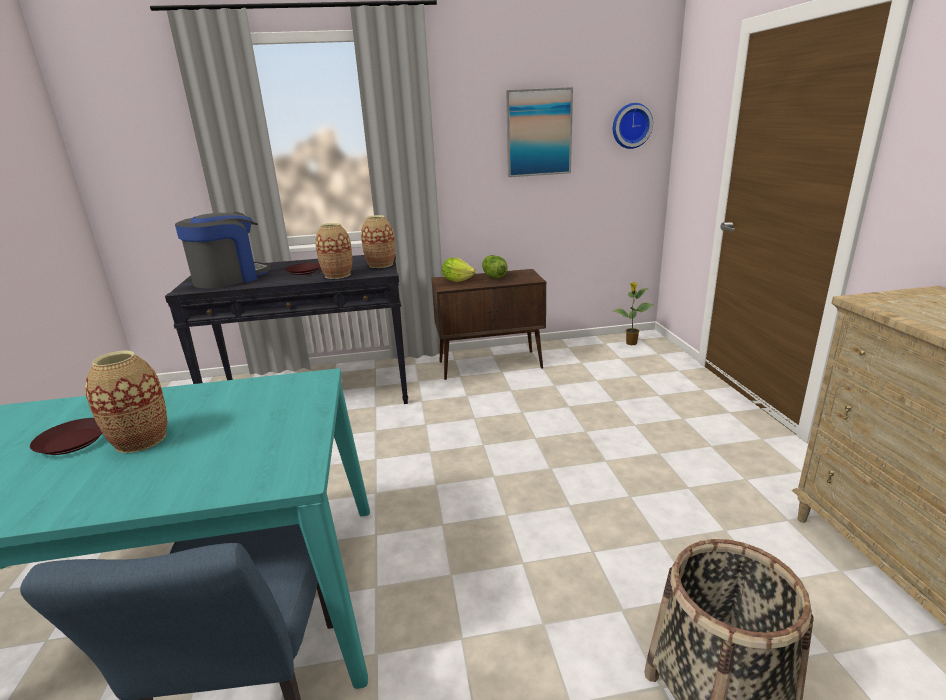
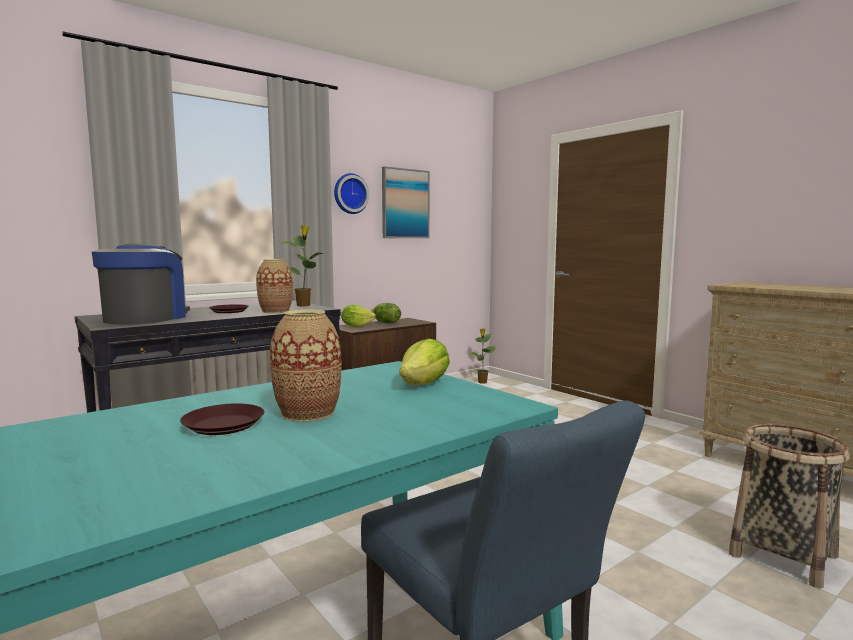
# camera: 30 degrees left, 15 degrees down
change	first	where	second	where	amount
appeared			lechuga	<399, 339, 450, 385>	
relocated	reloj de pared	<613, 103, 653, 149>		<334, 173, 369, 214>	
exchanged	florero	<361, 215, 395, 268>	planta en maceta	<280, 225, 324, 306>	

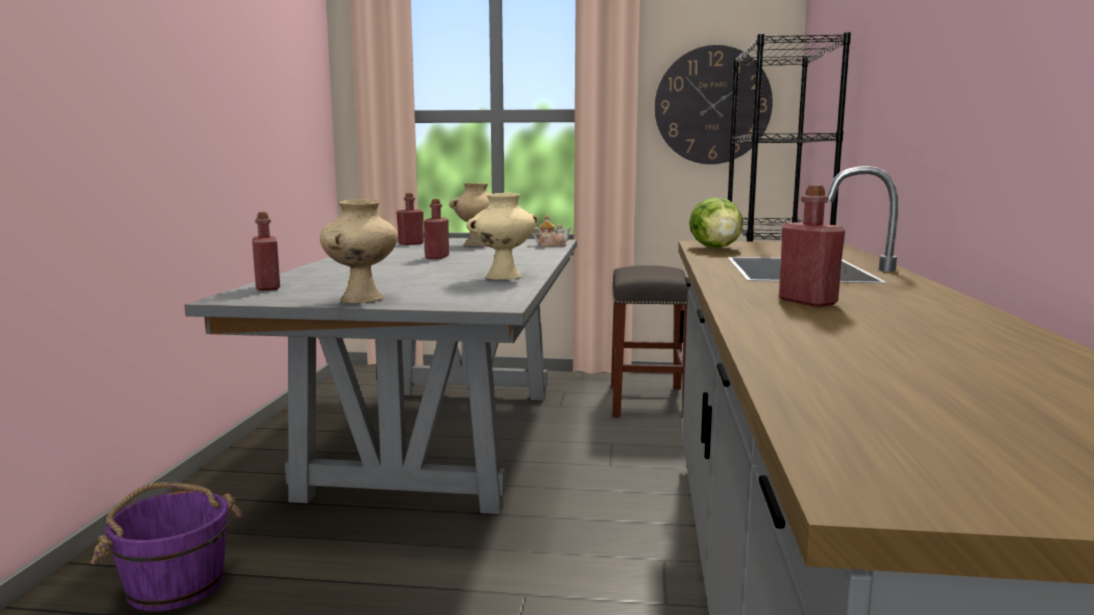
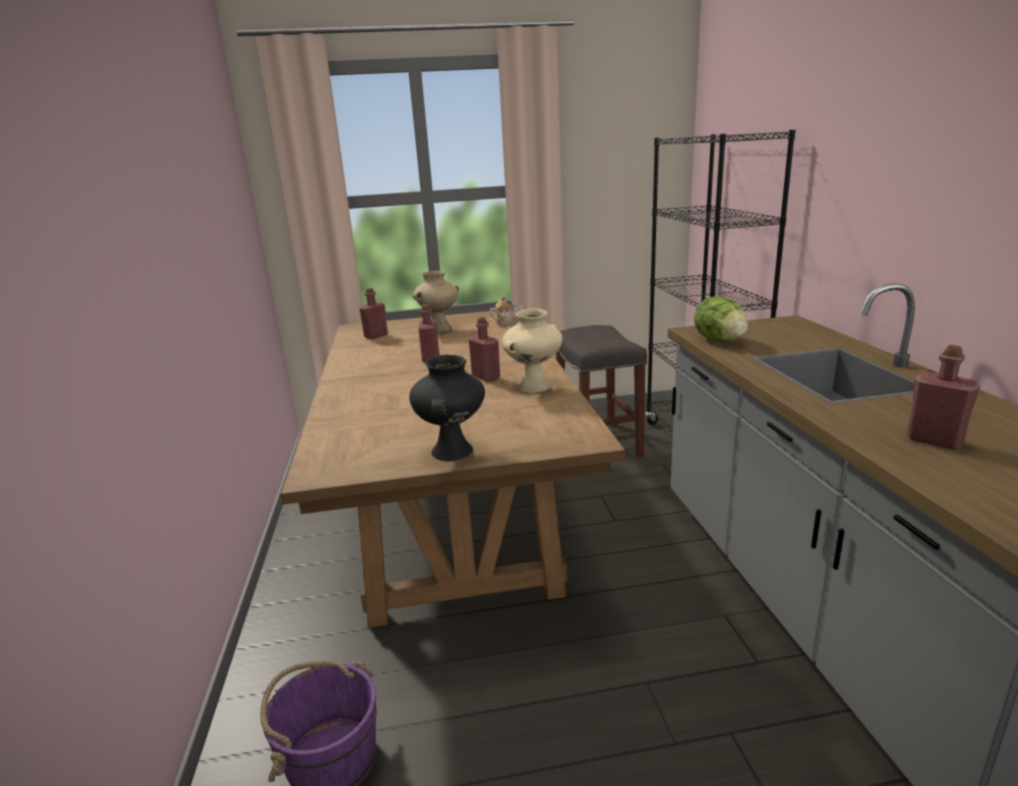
# camera: 15 degrees left, 10 degrees up
change	first	where	second	where	amount
missing	reloj de pared	<655, 45, 773, 164>			
relocated	botella [rojo]	<252, 212, 280, 291>		<469, 317, 500, 382>	
colour	mesa de comedor [gris]	<184, 238, 577, 514>	mesa de comedor [marrón]	<281, 311, 625, 628>	
colour	florero [beis]	<320, 200, 398, 303>	florero [negro]	<409, 355, 485, 461>	

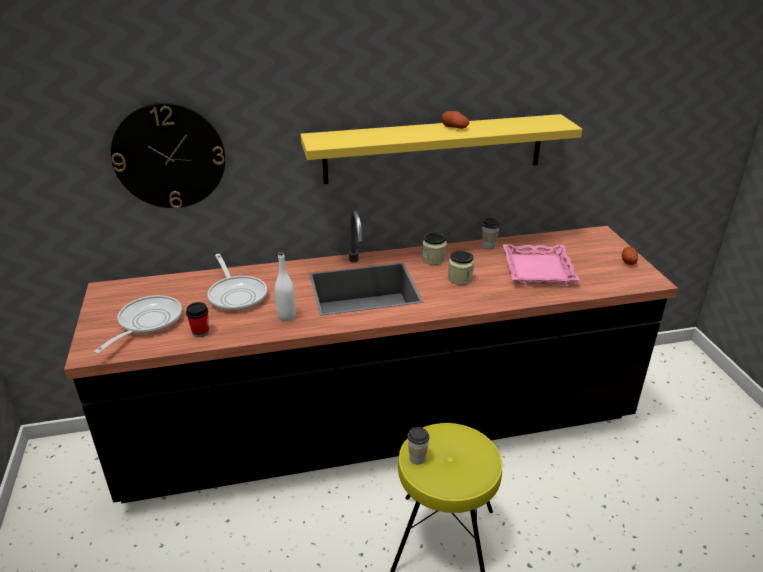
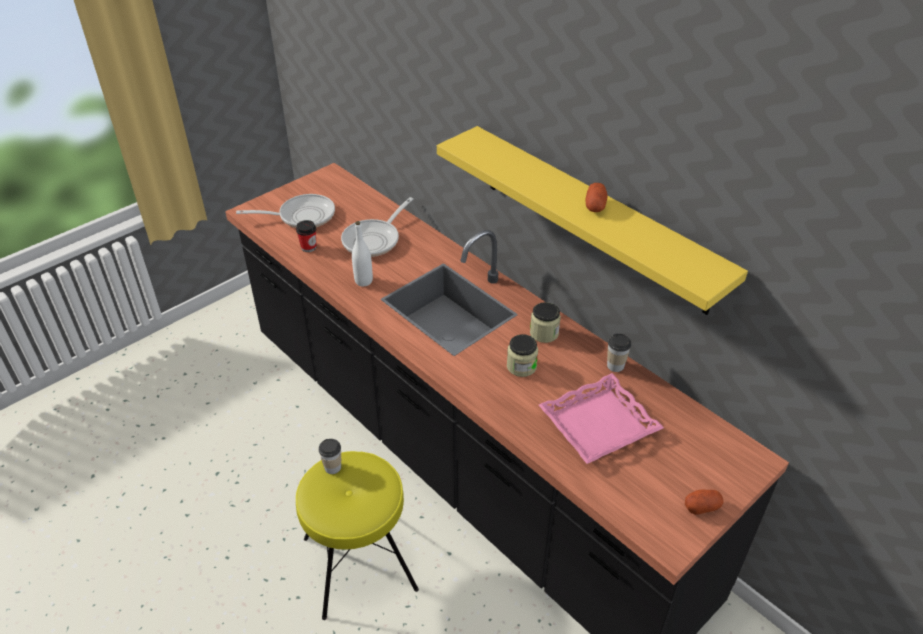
# camera: 60 degrees right, 10 degrees up
change	first	where	second	where	amount
missing	reloj de pared	<111, 103, 225, 209>			

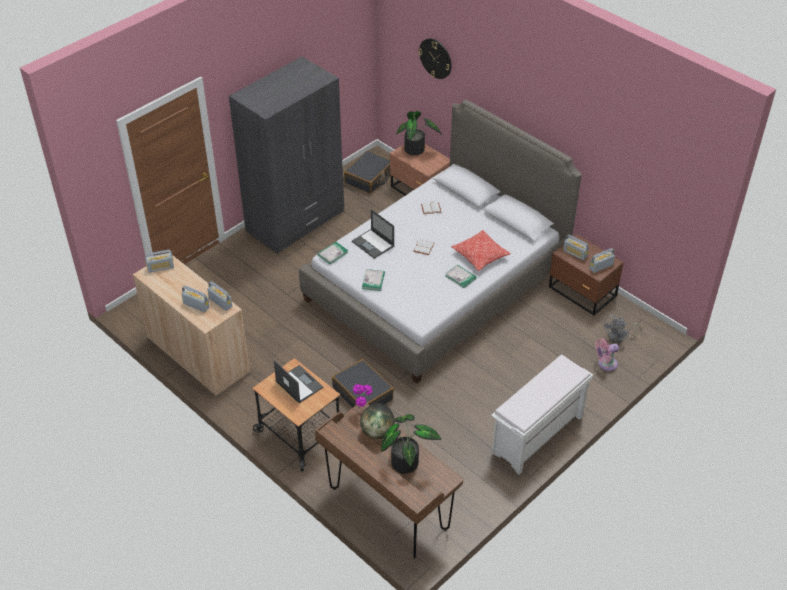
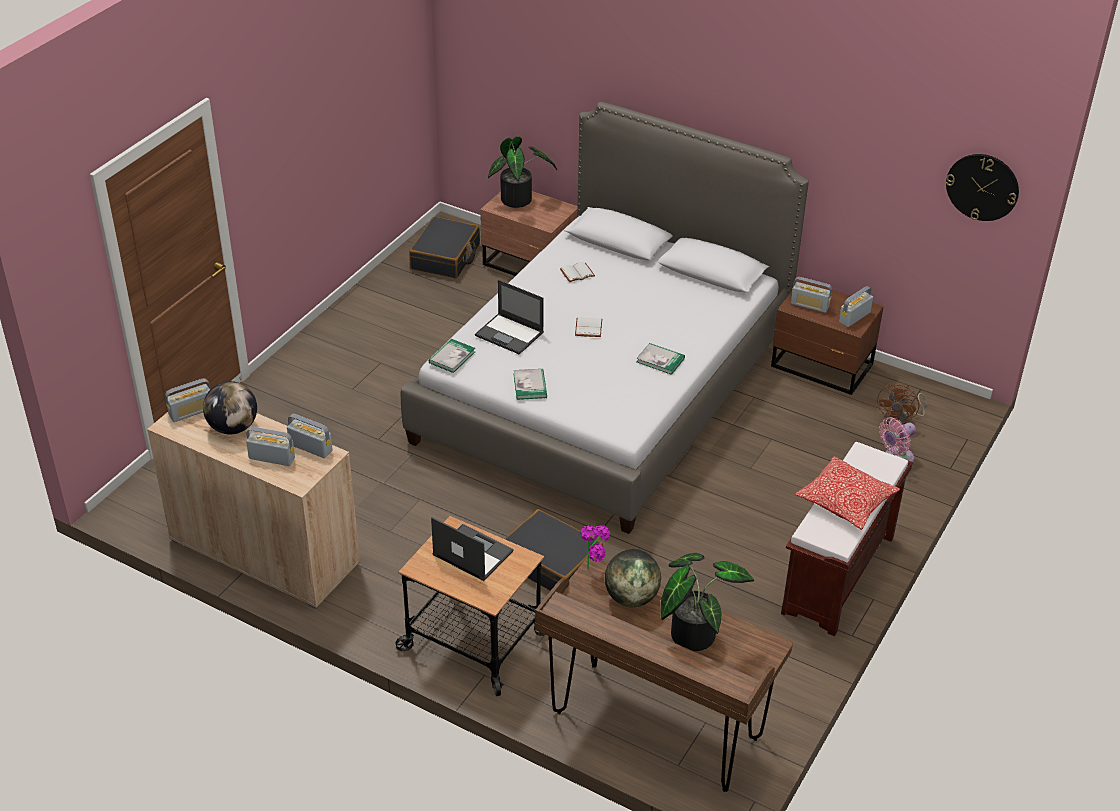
# camera: 15 degrees left, 5 degrees down
change	first	where	second	where	amount
missing	armario ropero [gris]	<229, 57, 344, 254>			
appeared			globo terráqueo	<203, 381, 257, 434>	
relocated	reloj de pared	<418, 38, 452, 79>		<946, 154, 1019, 221>	
relocated	cojín	<451, 230, 511, 271>		<795, 456, 900, 530>	
colour	banco [blanco]	<491, 355, 593, 475>	banco [marrón]	<781, 442, 913, 636>	
colour	ventilador [gris]	<603, 314, 641, 343>	ventilador [marrón]	<876, 383, 927, 425>	

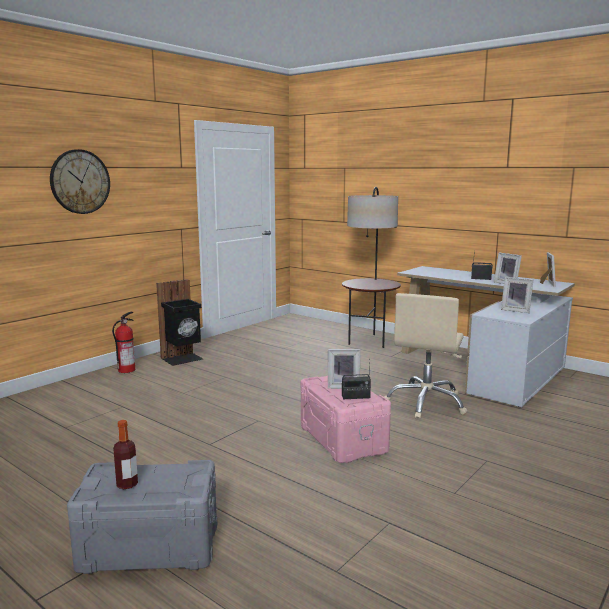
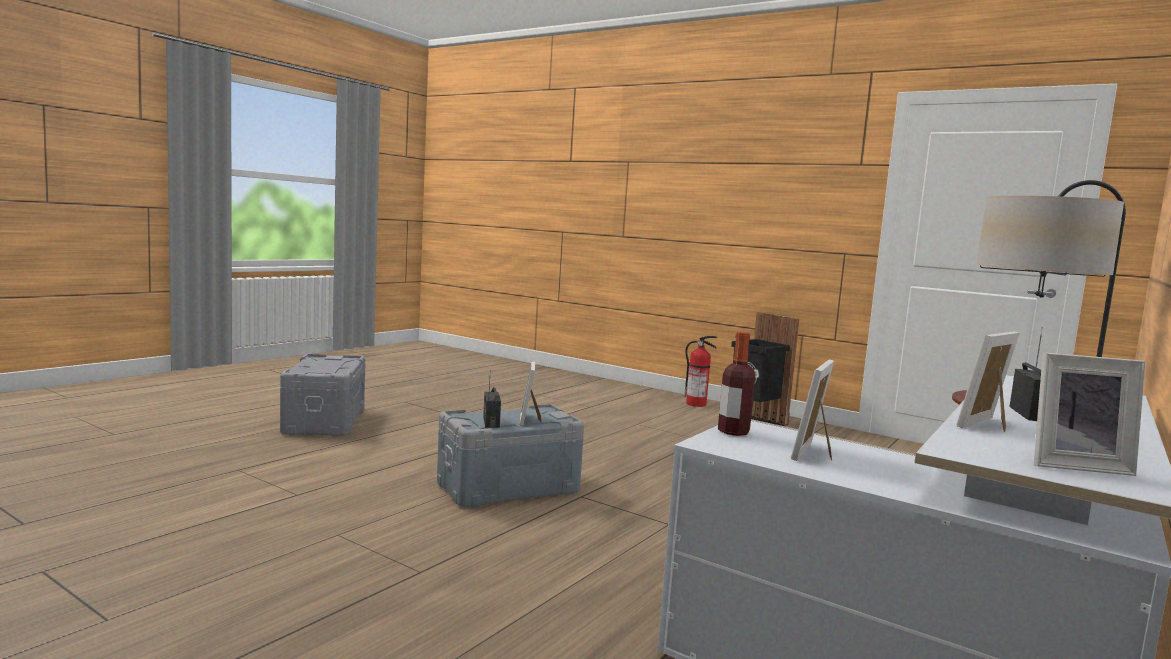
# camera: 85 degrees right, 5 degrees down
change	first	where	second	where	amount
missing	reloj de pared	<50, 149, 110, 214>			
missing	silla de oficina [beis]	<384, 293, 467, 419>			
relocated	botella	<113, 420, 138, 489>		<718, 332, 755, 436>	
colour	caja de almacenaje [rosa]	<301, 376, 391, 463>	caja de almacenaje [gris]	<437, 404, 584, 508>	

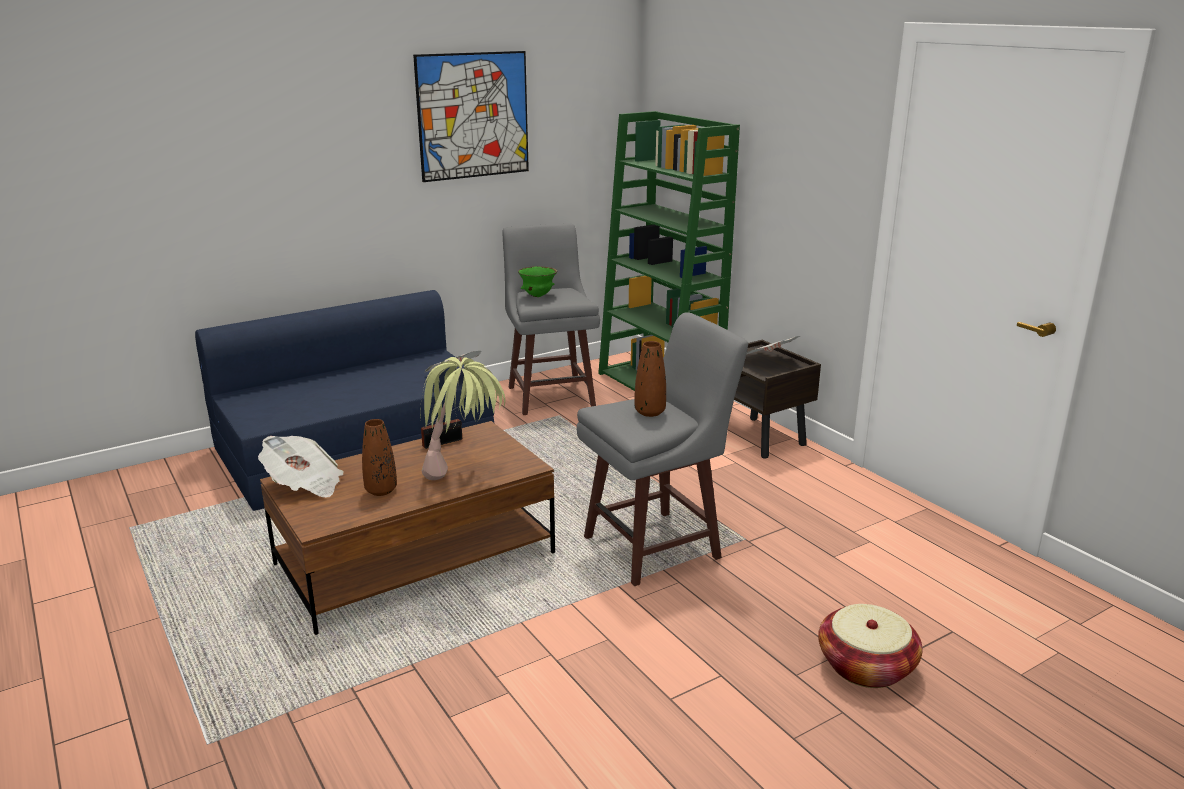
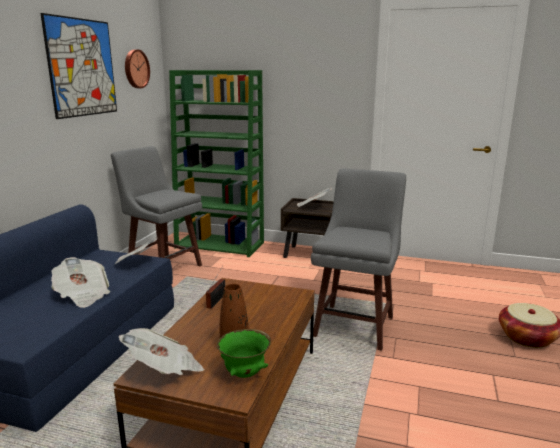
# camera: 40 degrees left, 5 degrees down
change	first	where	second	where	amount
missing	planta en maceta	<420, 357, 505, 480>			
missing	florero [marrón]	<634, 341, 666, 417>			
appeared			periódico	<51, 257, 110, 308>	
appeared			reloj de pared	<125, 49, 150, 88>	
relocated	cuenco [verde]	<518, 266, 557, 297>		<217, 329, 271, 378>	

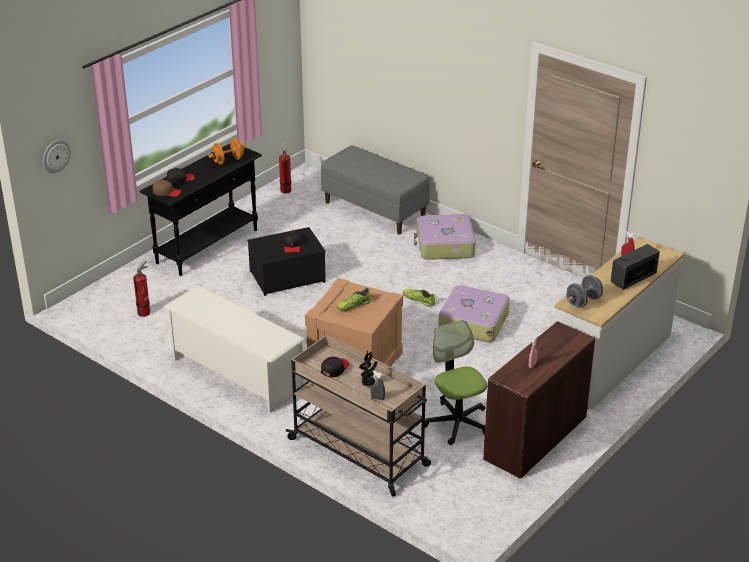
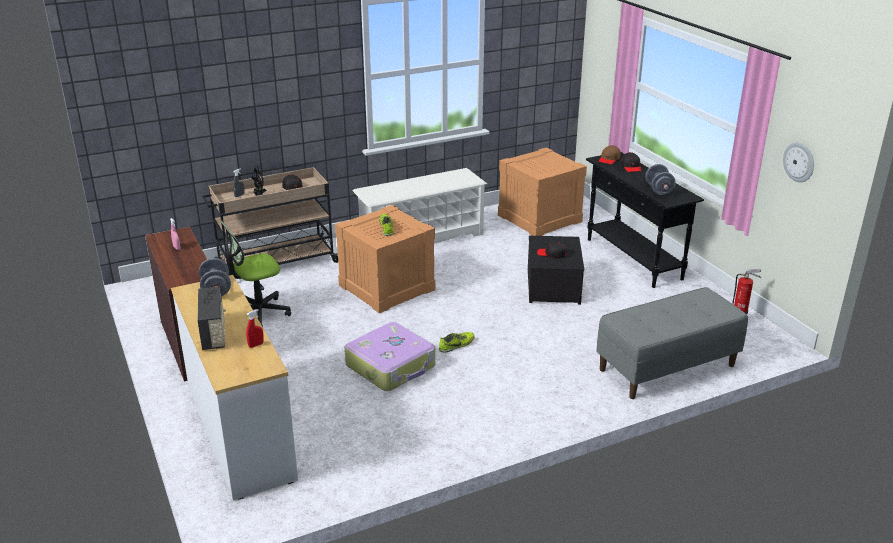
# camera: 115 degrees right, 5 degrees down
change	first	where	second	where	amount
missing	maleta	<414, 214, 476, 260>			
relocated	reloj de pared	<43, 139, 71, 173>		<783, 143, 814, 182>	
exchanged	extintor	<133, 260, 150, 317>	caja de embalaje	<498, 147, 587, 236>	
colour	mancuerna [naranja]	<208, 138, 246, 165>	mancuerna [gris]	<645, 164, 676, 195>	
spun	silla de oficina	<425, 320, 487, 445>		<220, 221, 291, 327>	150 degrees clockwise

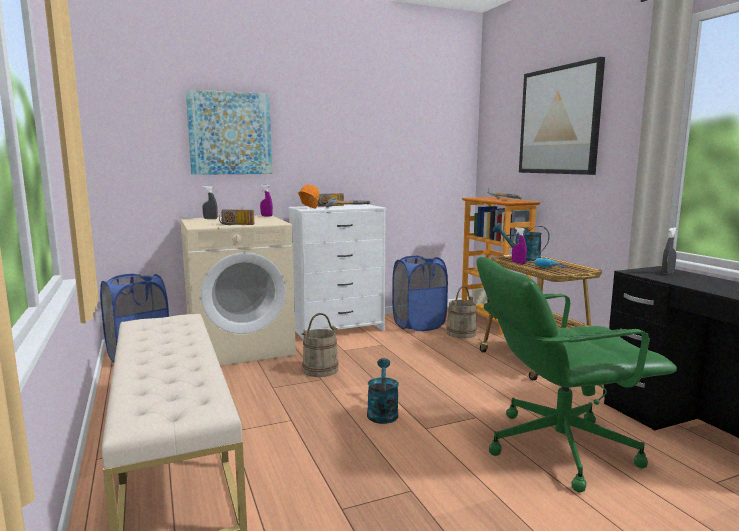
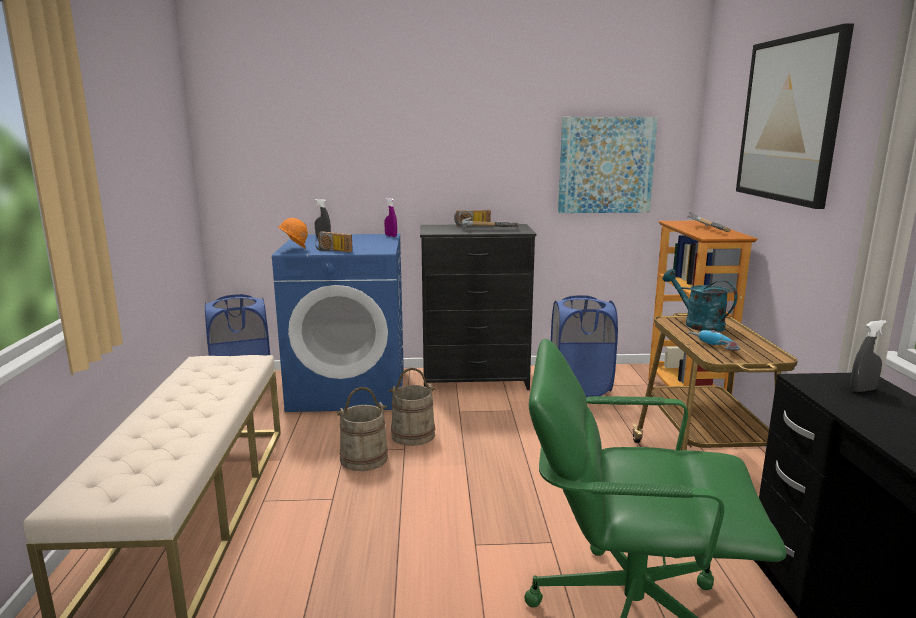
# camera: 20 degrees right, 5 degrees up
change	first	where	second	where	amount
missing	regadera [turquesa]	<367, 358, 399, 424>			
missing	pulverizador [morado]	<512, 227, 527, 264>			
relocated	cuadro	<186, 89, 272, 175>		<558, 117, 658, 213>	
relocated	casco [naranja]	<298, 185, 320, 209>		<278, 218, 308, 249>	
relocated	cubo [beis]	<446, 286, 477, 338>		<337, 387, 388, 471>	
colour	lavadora [beis]	<180, 215, 296, 366>	lavadora [azul]	<272, 234, 404, 412>	
colour	cómoda [blanco]	<288, 204, 386, 340>	cómoda [negro]	<420, 224, 536, 390>	

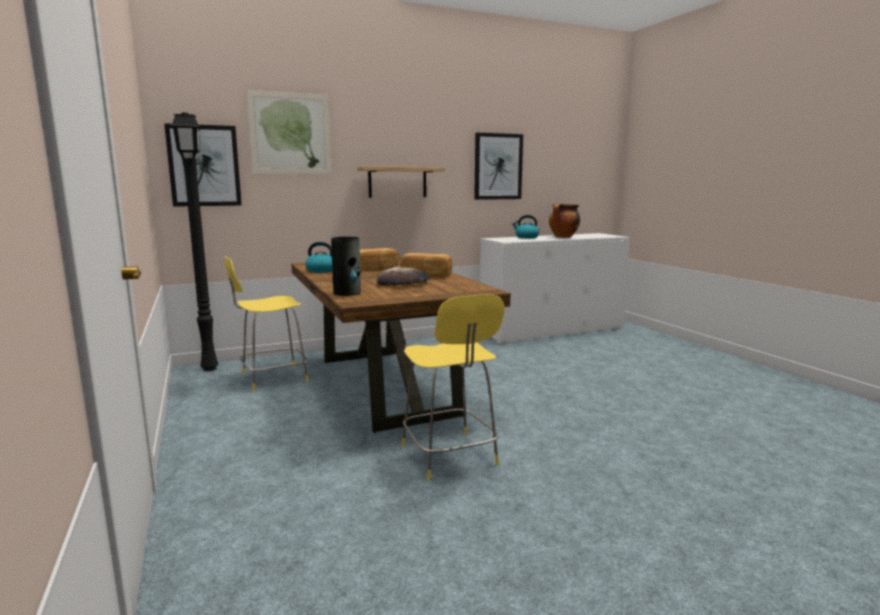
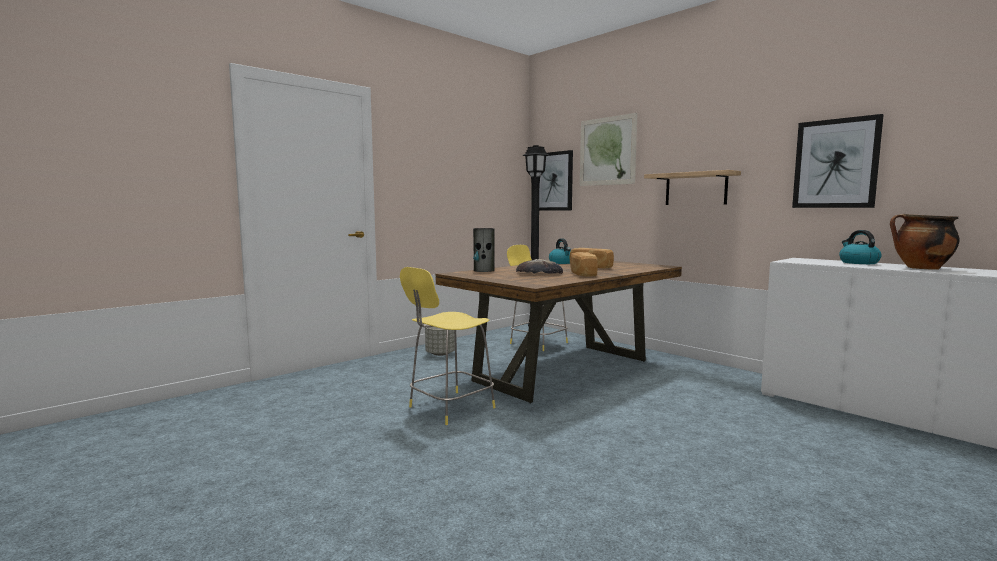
# camera: 70 degrees right, 5 degrees down
change	first	where	second	where	amount
appeared			maceta [gris]	<425, 327, 455, 356>	

